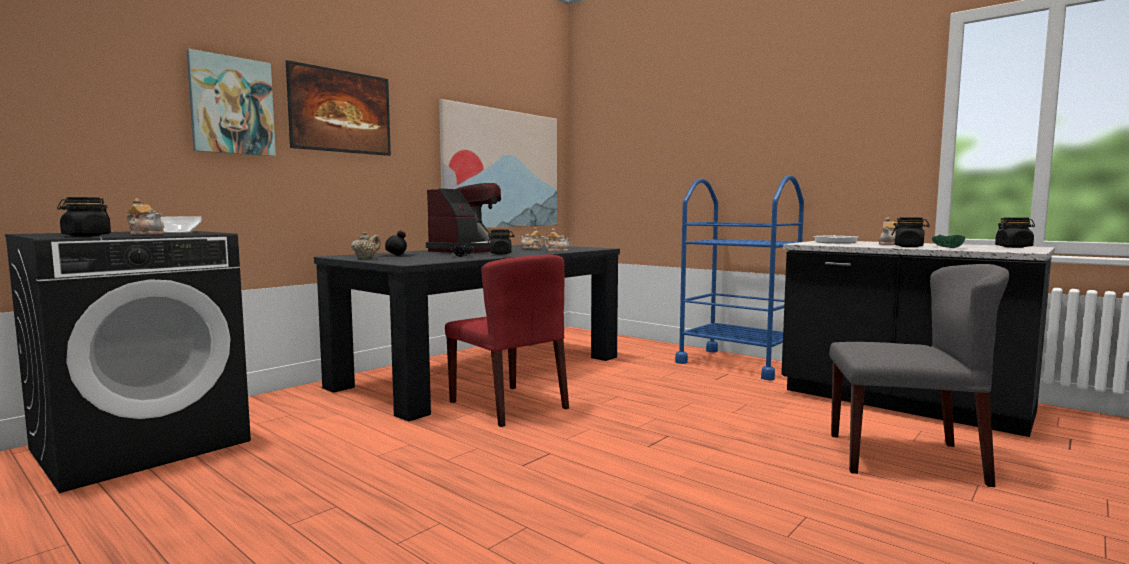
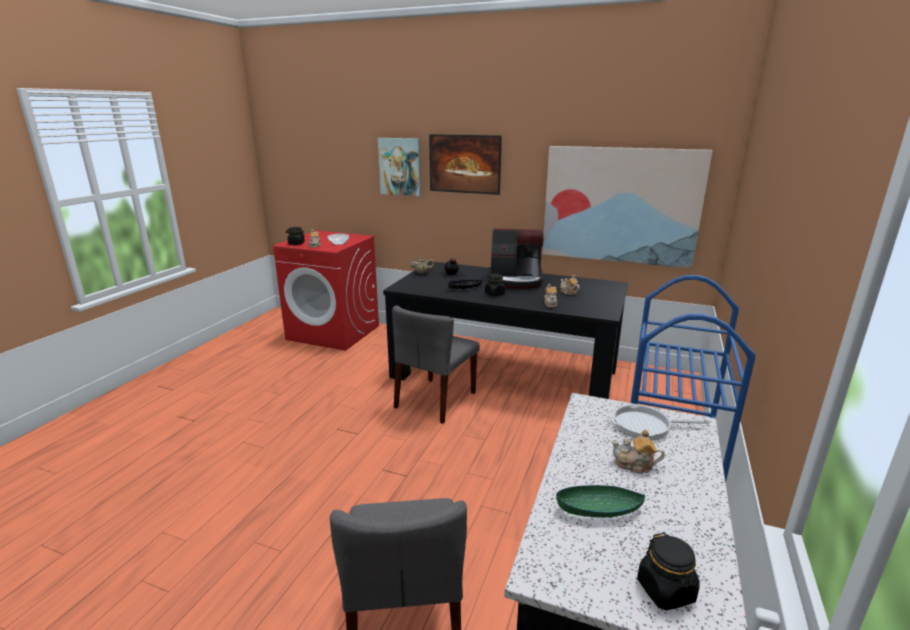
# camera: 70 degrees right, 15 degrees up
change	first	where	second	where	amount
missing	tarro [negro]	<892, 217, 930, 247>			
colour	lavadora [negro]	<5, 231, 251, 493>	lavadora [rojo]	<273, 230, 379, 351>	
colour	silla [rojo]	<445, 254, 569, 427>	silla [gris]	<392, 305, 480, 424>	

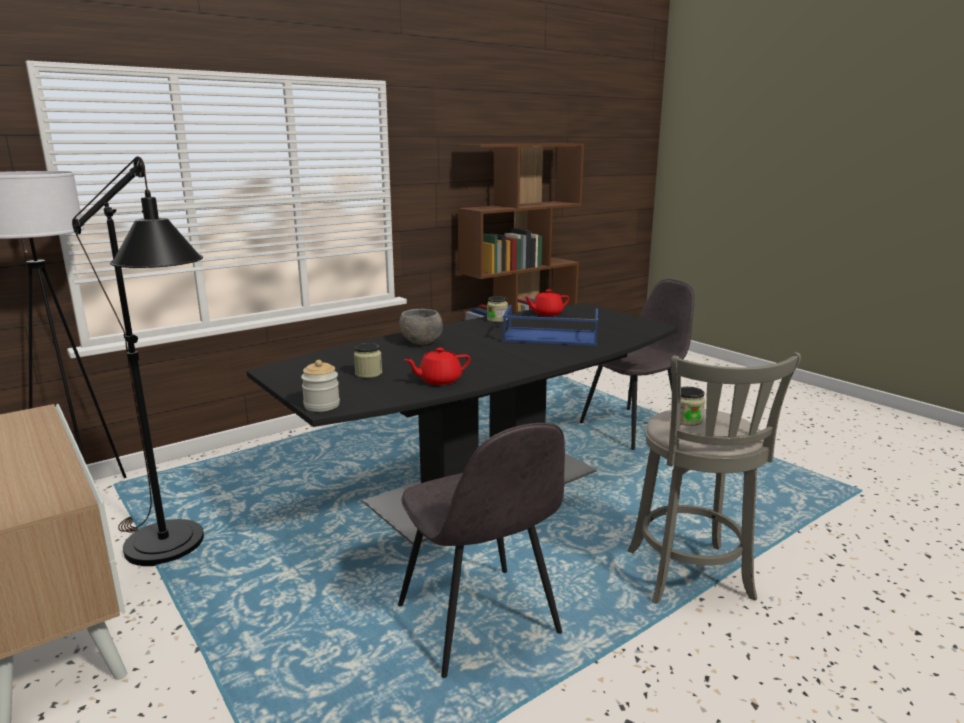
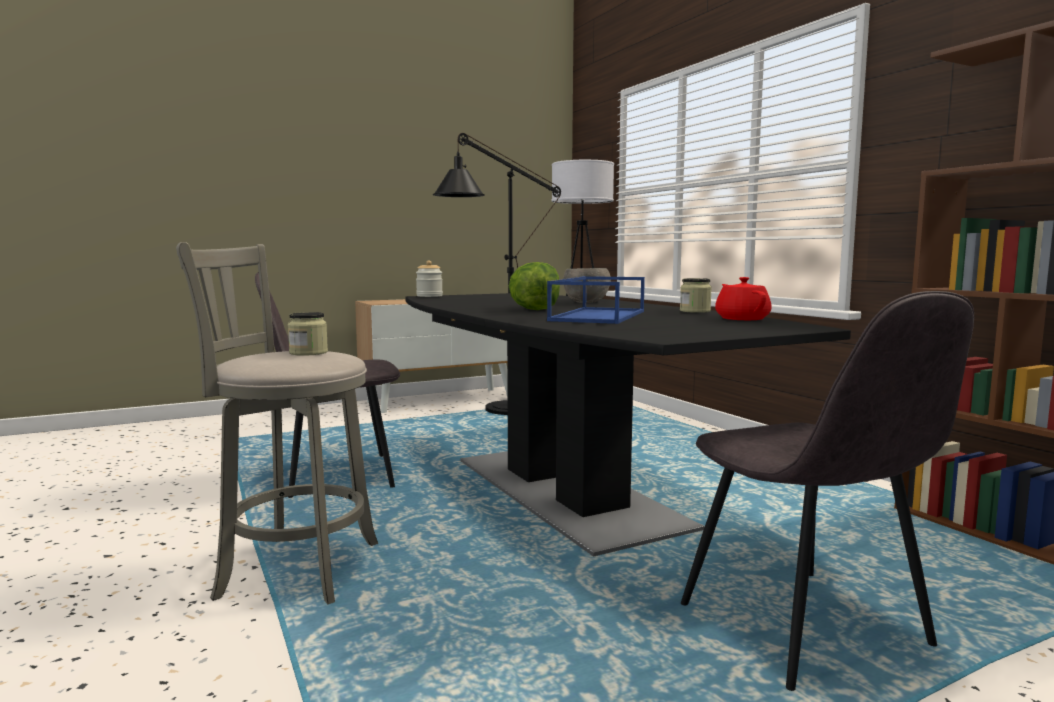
# camera: 100 degrees right, 10 degrees down
change	first	where	second	where	amount
missing	tarro	<354, 343, 382, 378>			
missing	tetera [rojo]	<404, 348, 470, 385>			
appeared			lechuga	<509, 262, 560, 310>	

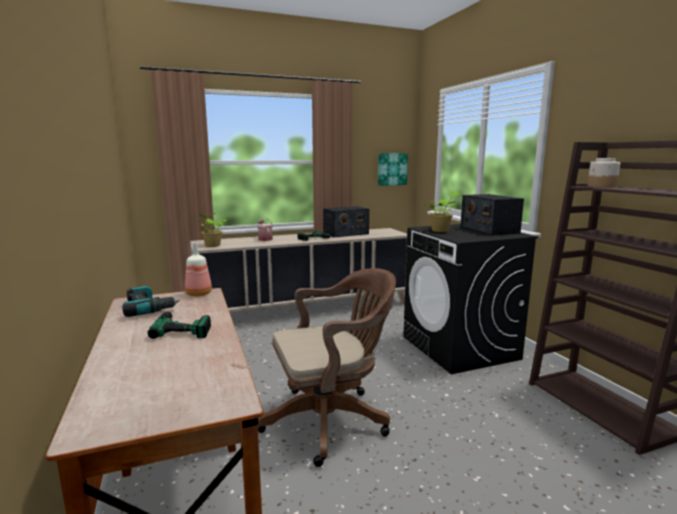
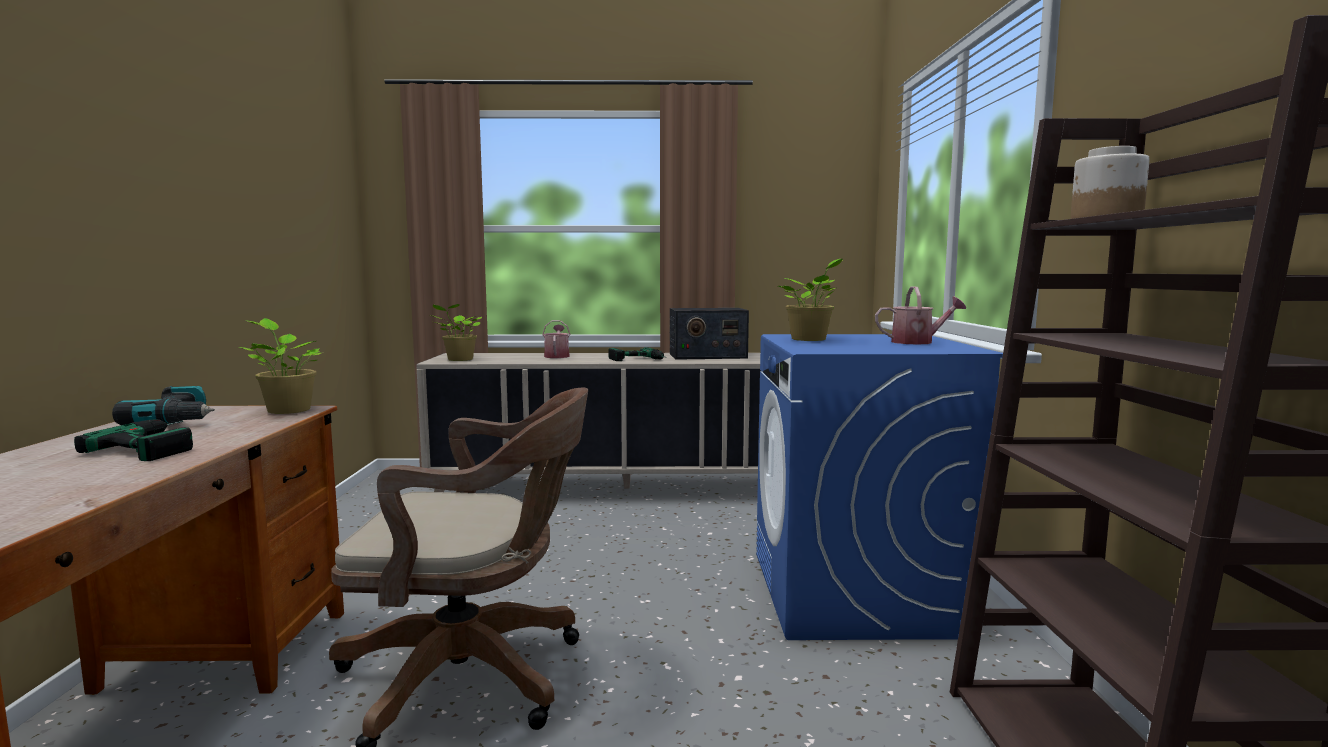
# camera: 20 degrees right, 5 degrees down
change	first	where	second	where	amount
missing	cuadro	<378, 153, 408, 186>			
exchanged	botella	<185, 242, 212, 296>	planta en maceta	<239, 318, 321, 414>	
exchanged	radio	<460, 194, 524, 236>	regadera	<875, 286, 966, 345>	
colour	lavadora [negro]	<403, 224, 538, 374>	lavadora [azul]	<756, 334, 1003, 640>	

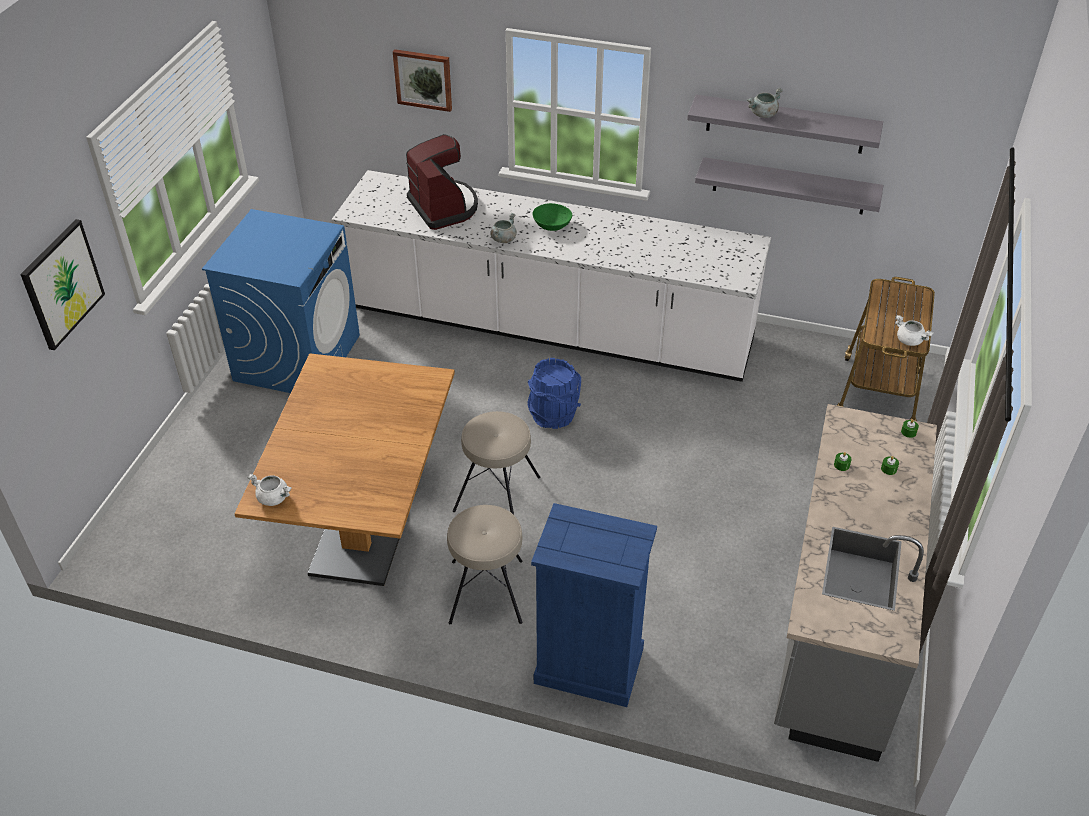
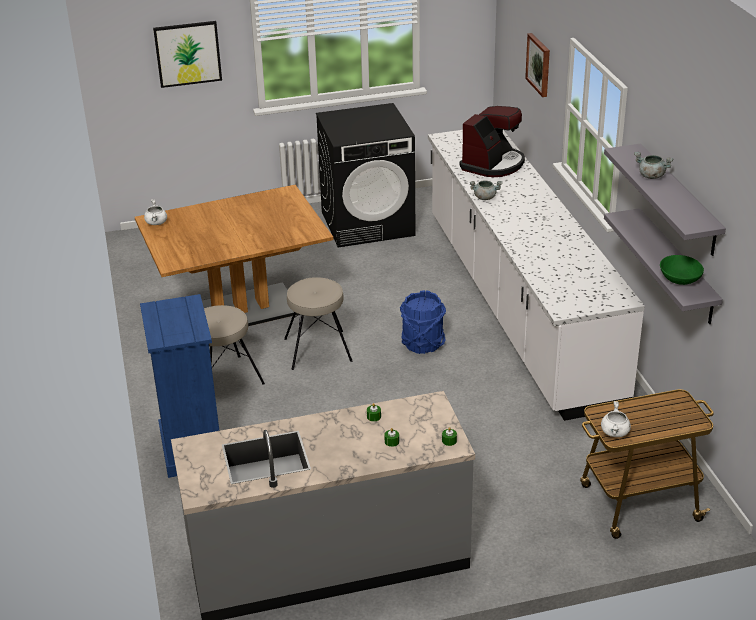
# camera: 60 degrees right, 10 degrees down
change	first	where	second	where	amount
relocated	cuenco [verde]	<532, 203, 572, 231>		<660, 255, 704, 285>	
colour	lavadora [azul]	<202, 209, 360, 393>	lavadora [negro]	<316, 103, 416, 247>	

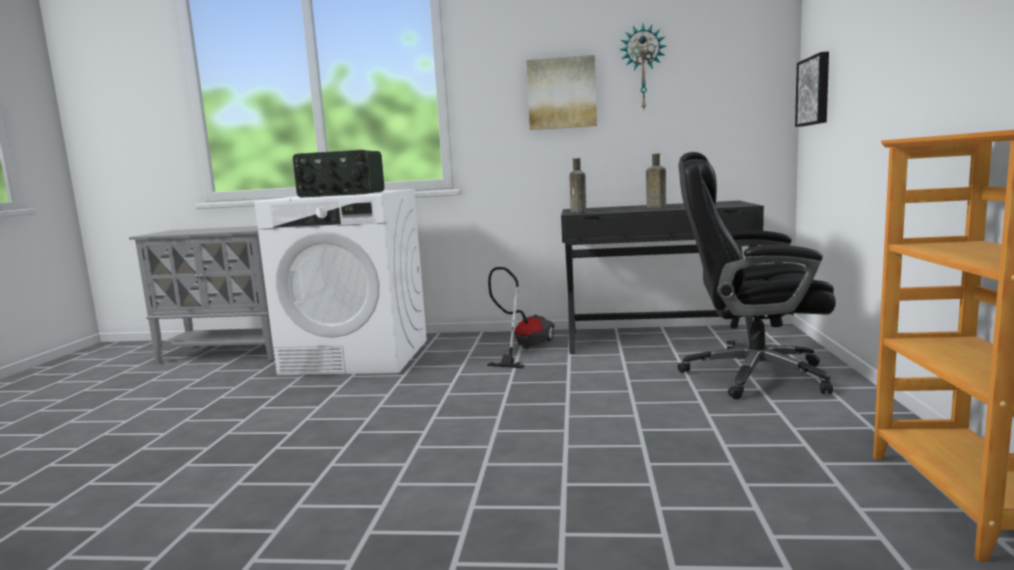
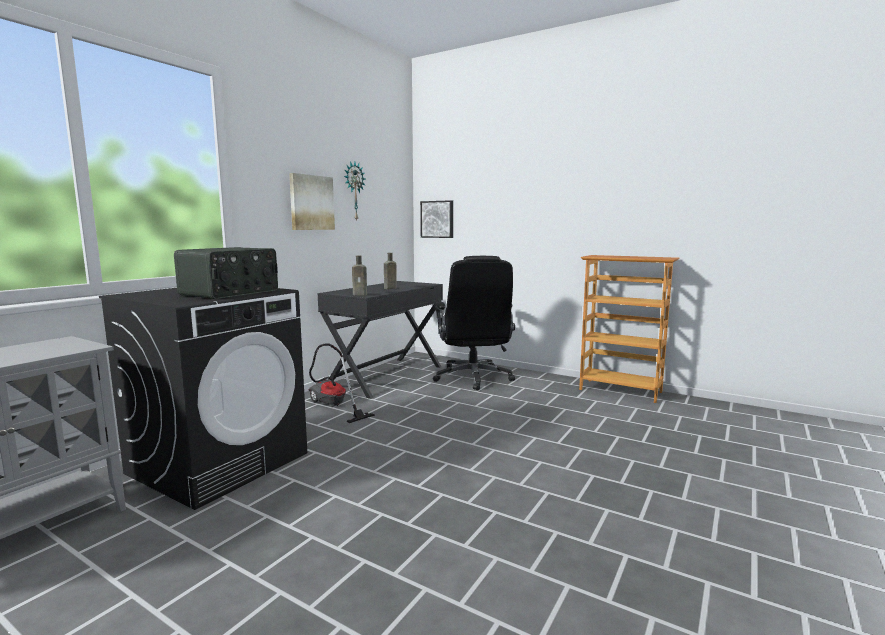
# camera: 65 degrees left, 0 degrees up
change	first	where	second	where	amount
colour	lavadora [blanco]	<254, 189, 427, 375>	lavadora [negro]	<99, 288, 307, 510>	
spun	silla de oficina [negro]	<678, 152, 836, 399>		<433, 256, 515, 390>	45 degrees counterclockwise

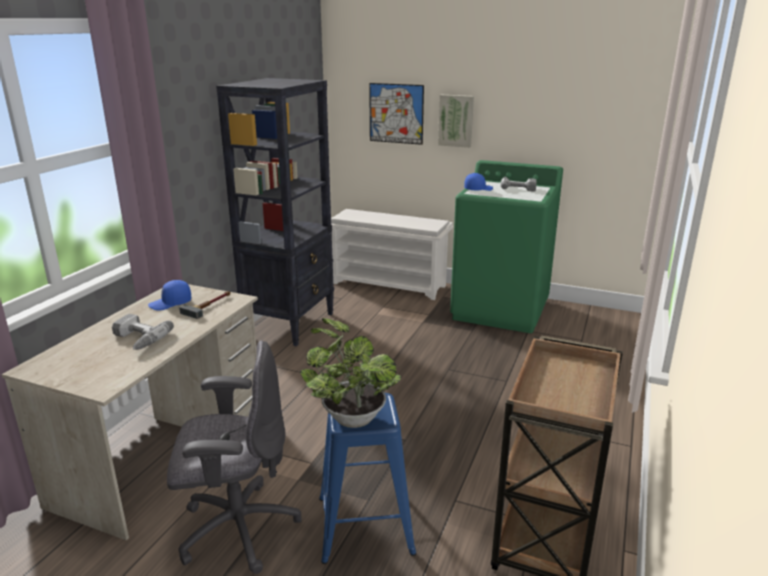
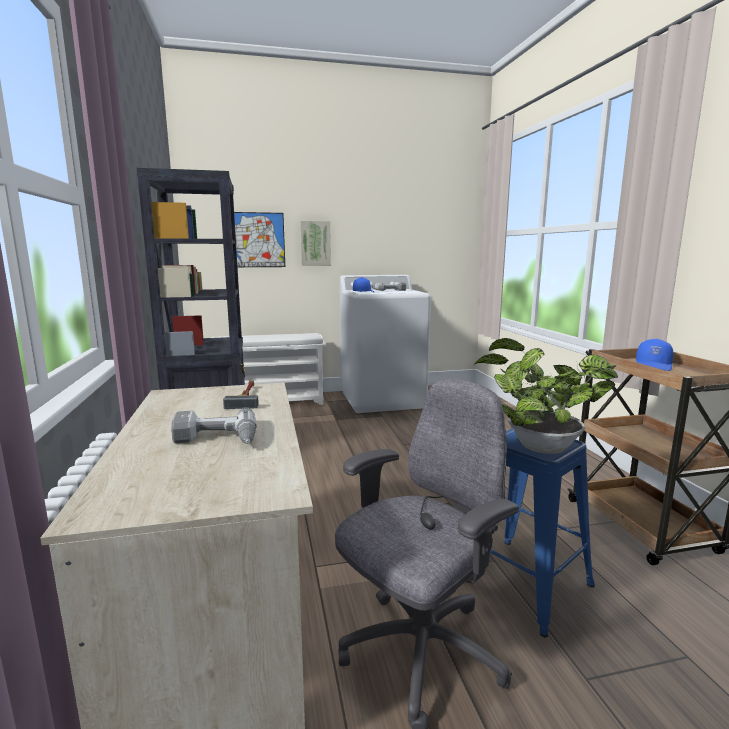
# camera: 35 degrees left, 10 degrees down
change	first	where	second	where	amount
relocated	gorra [azul]	<148, 280, 191, 311>		<636, 339, 673, 371>	
colour	lavadora [verde]	<450, 160, 563, 333>	lavadora [blanco]	<340, 275, 431, 413>	

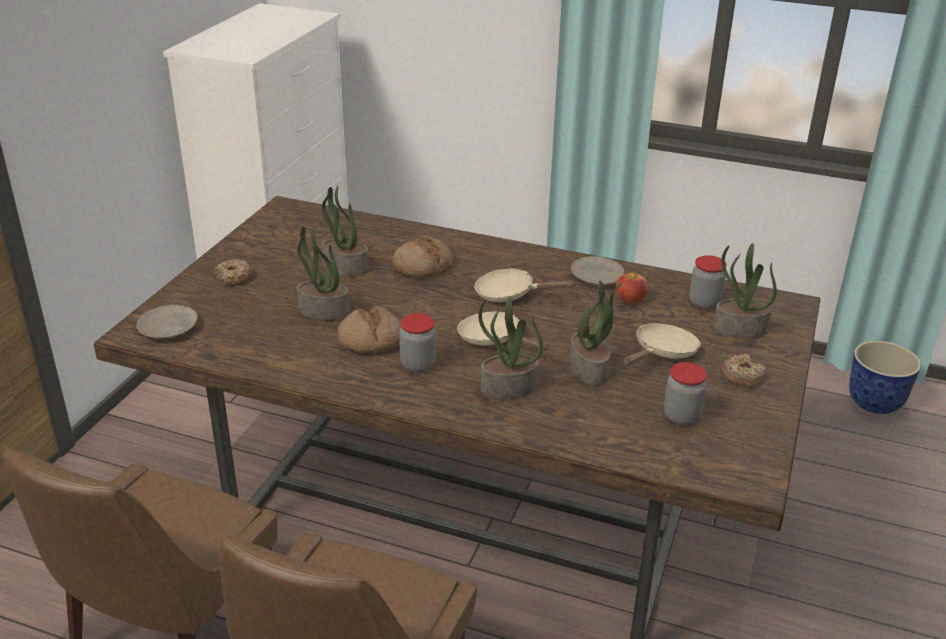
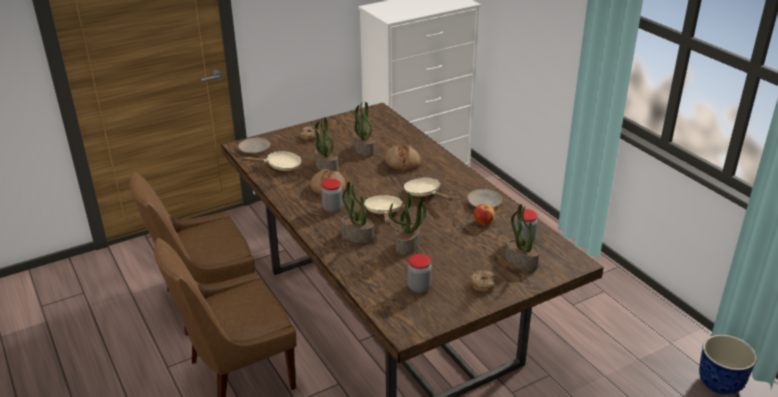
# camera: 40 degrees right, 0 degrees up
change	first	where	second	where	amount
relocated	sartén [beis]	<623, 324, 700, 365>		<240, 151, 302, 171>	

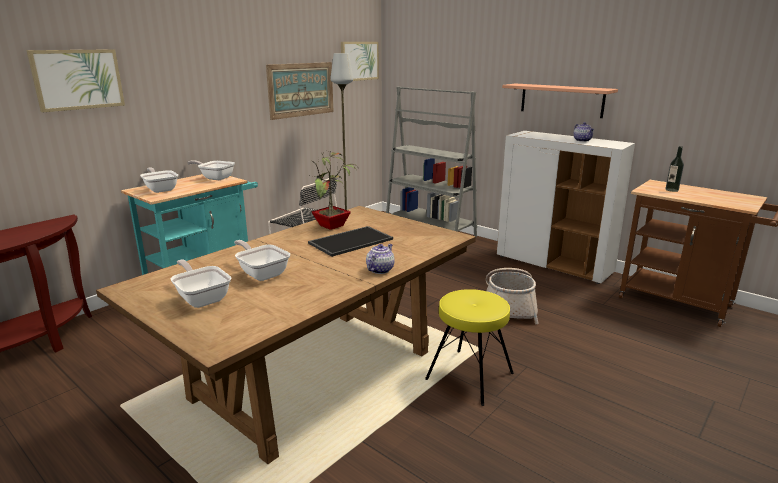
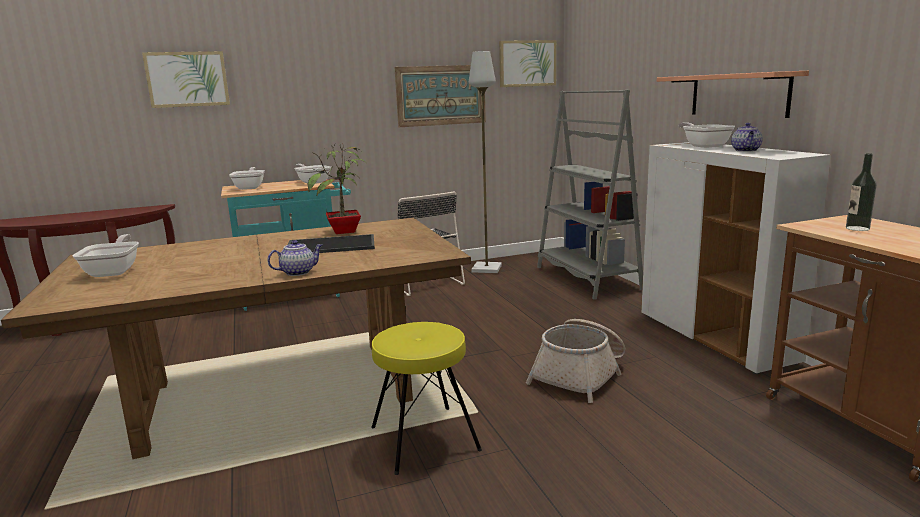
# camera: 30 degrees right, 5 degrees down
change	first	where	second	where	amount
relocated	sartén	<234, 240, 290, 281>		<678, 122, 735, 148>	

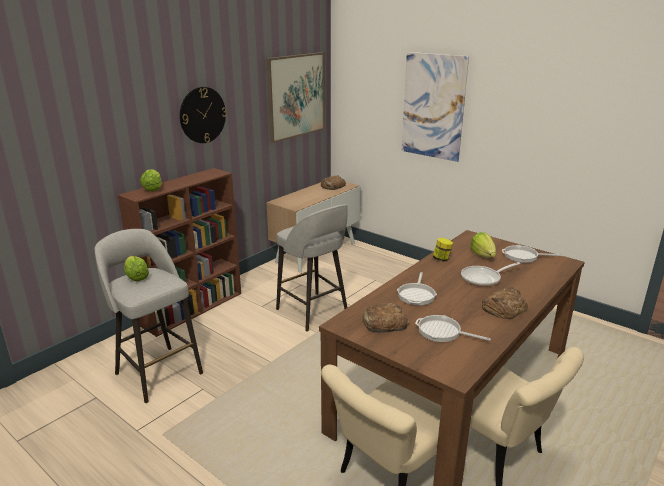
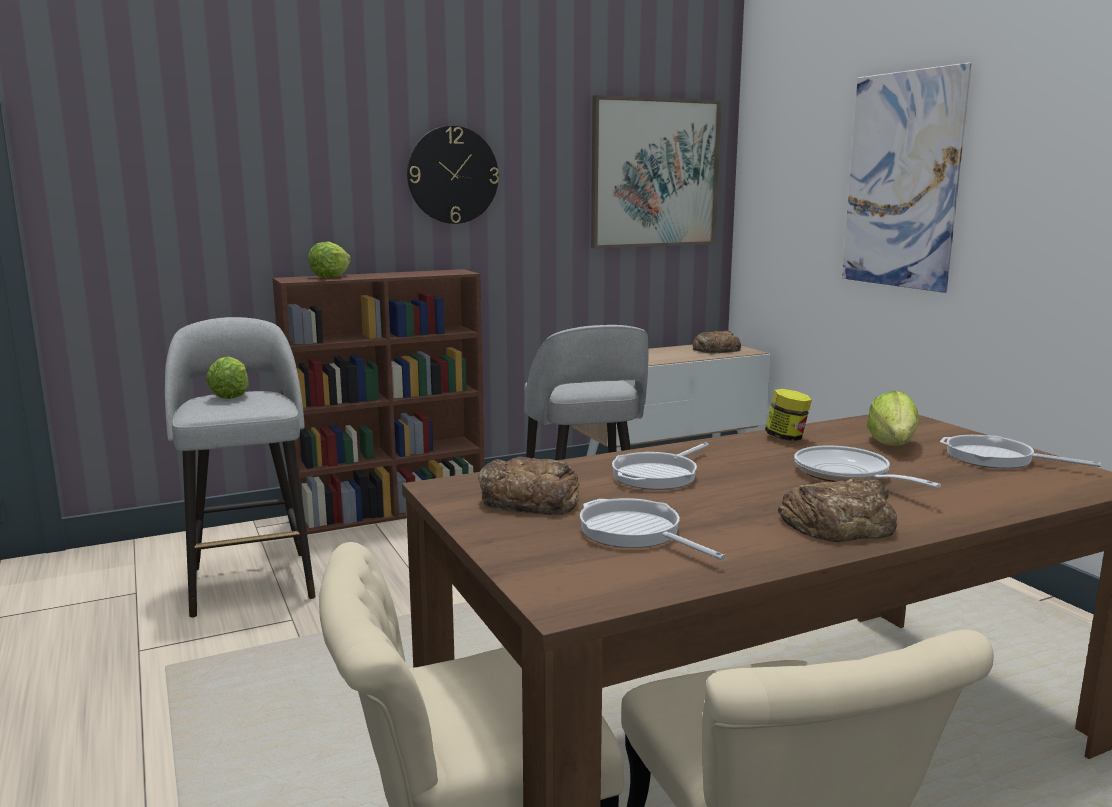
# camera: 25 degrees right, 10 degrees down
change	first	where	second	where	amount
spun	sartén	<461, 262, 520, 287>		<794, 446, 941, 488>	60 degrees clockwise

